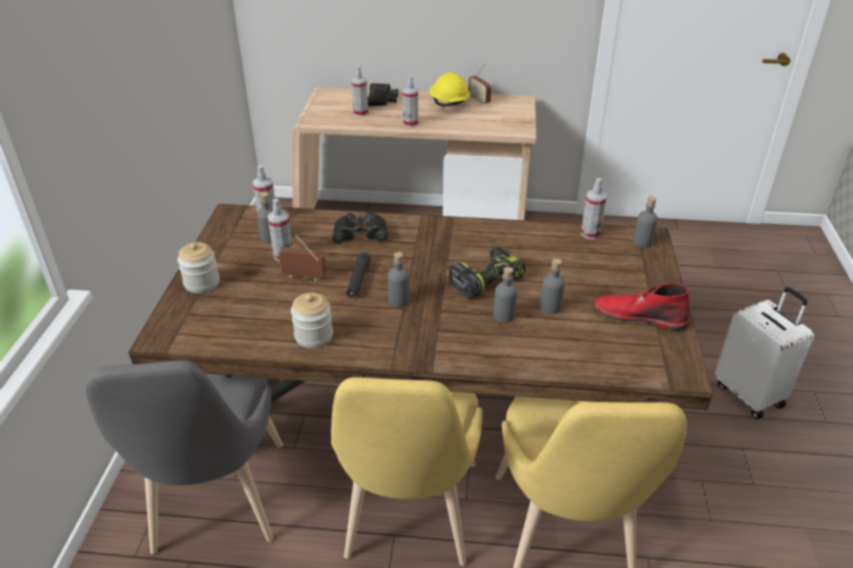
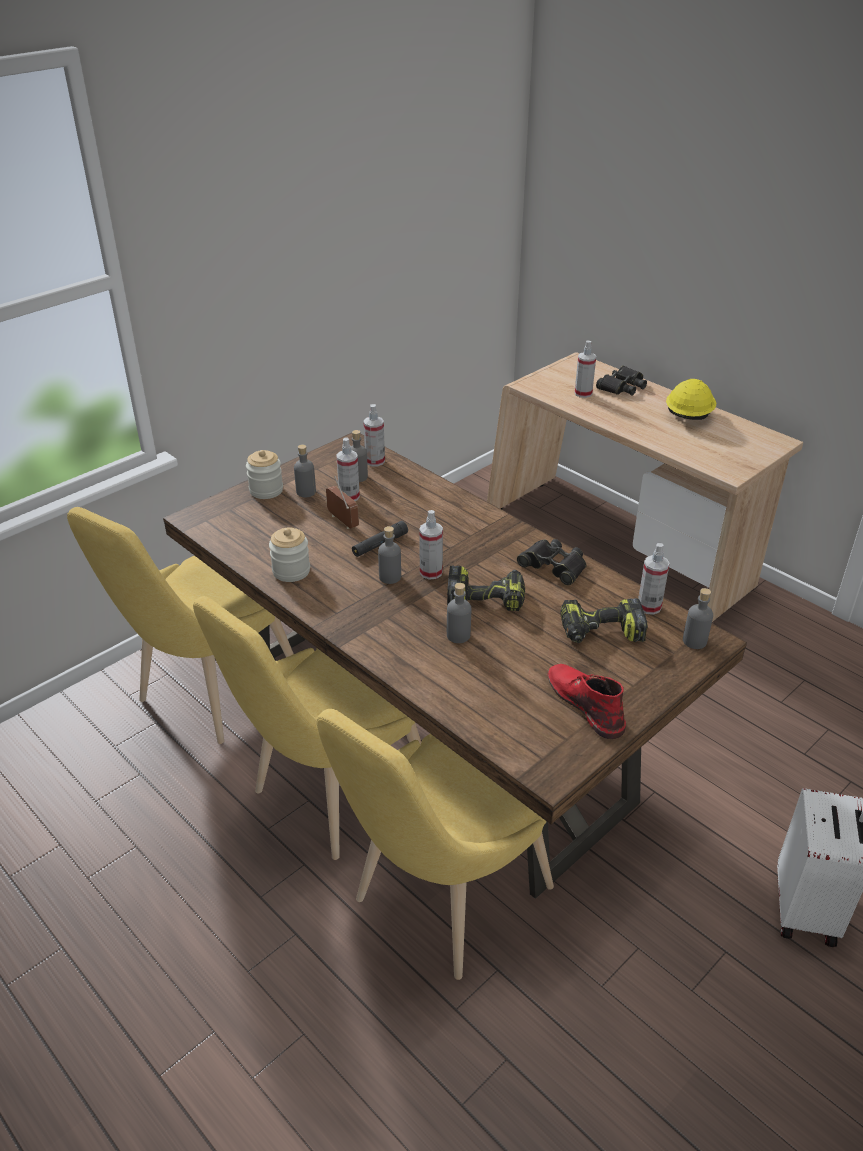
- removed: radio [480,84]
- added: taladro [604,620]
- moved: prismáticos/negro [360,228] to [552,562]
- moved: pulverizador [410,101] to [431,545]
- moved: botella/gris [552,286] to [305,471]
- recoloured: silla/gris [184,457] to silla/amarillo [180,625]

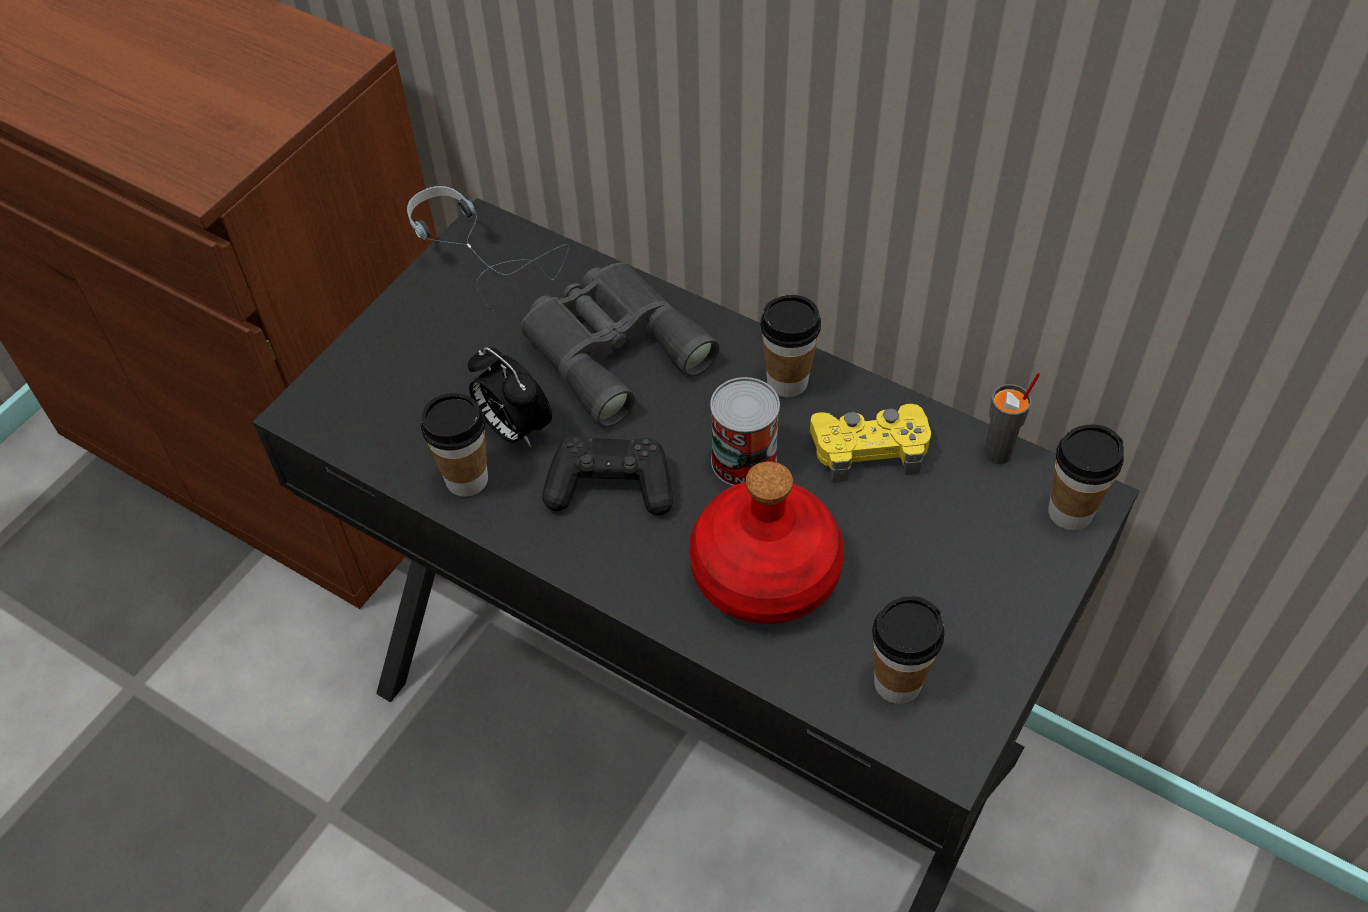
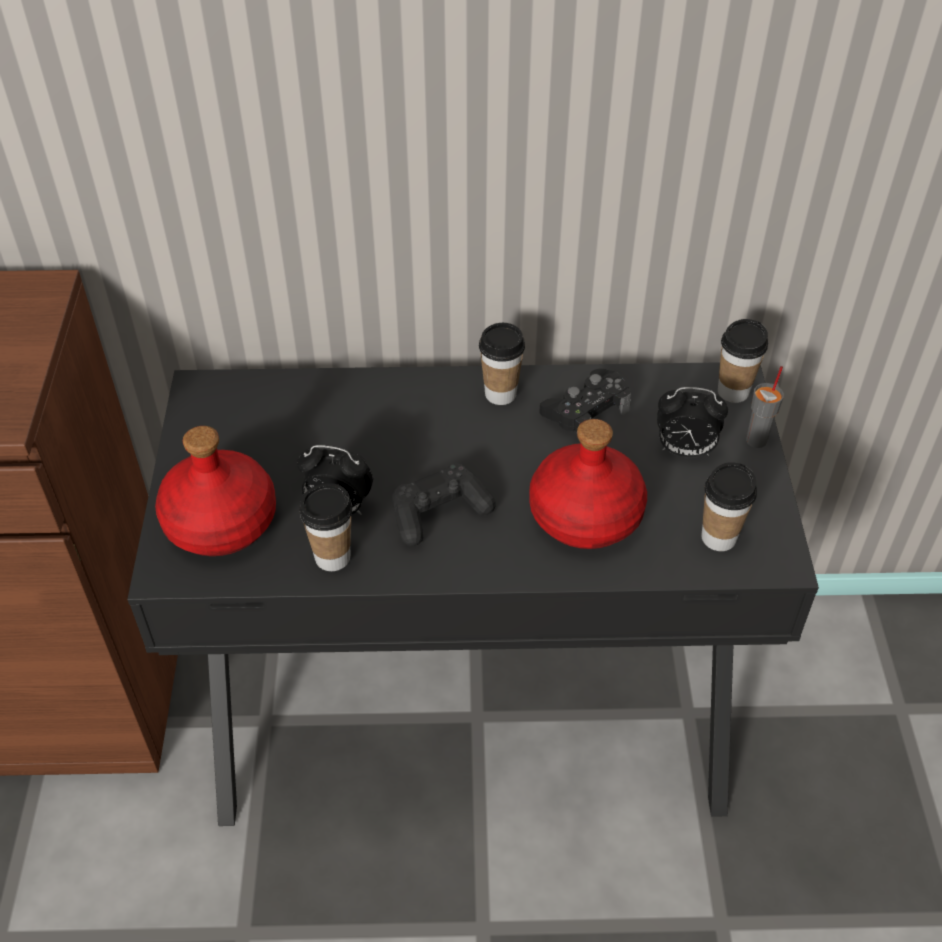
- removed: auriculares [488,248]
- removed: prismáticos/gris [619,345]
- removed: lata [745,431]
- added: botella/rojo [215,491]
- added: despertador [692,422]
- moved: taza/gris [1012,418] to [765,407]
- recoloured: mando de consola/amarillo [870,443] to mando de consola/negro [585,400]

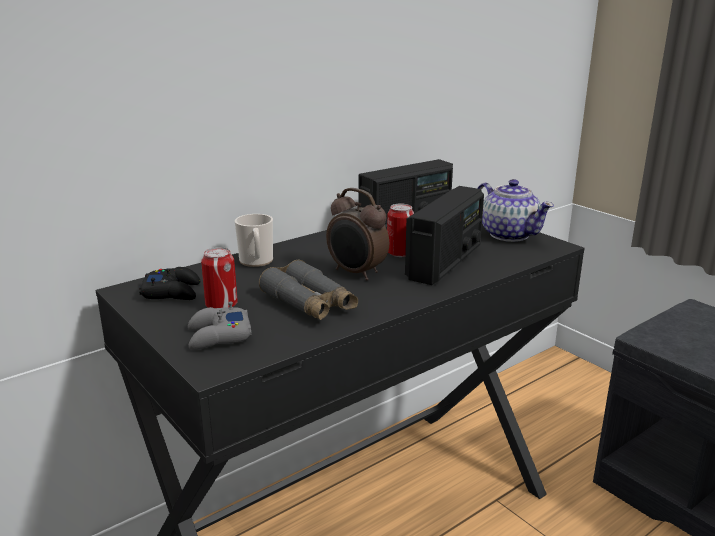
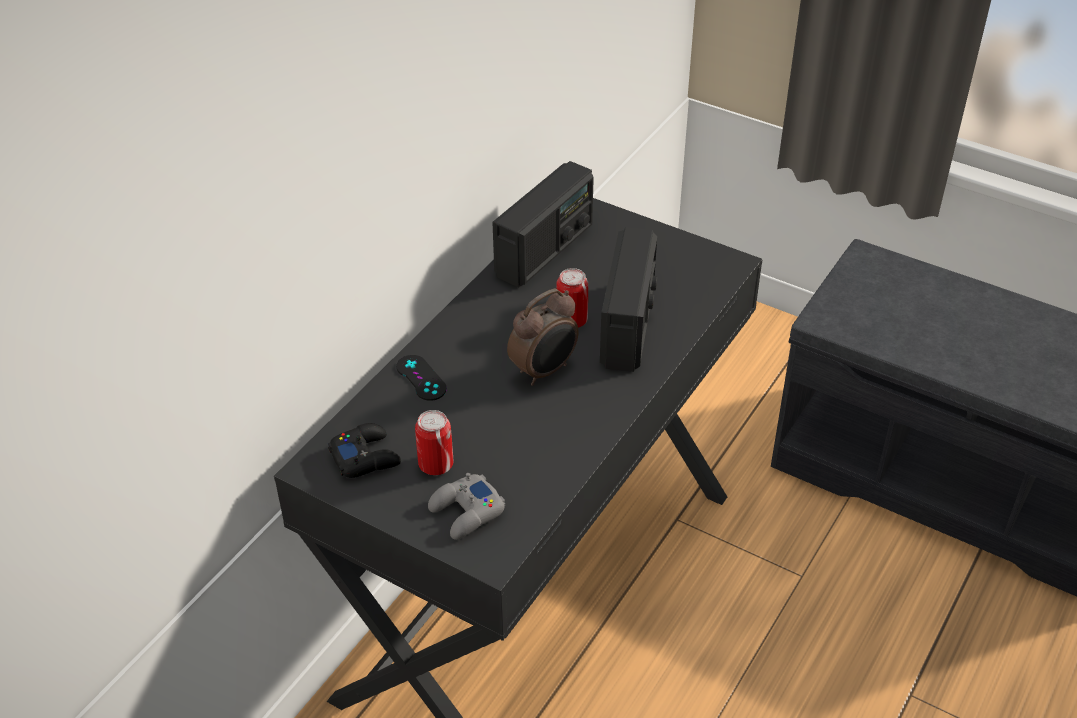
- removed: prismáticos/gris [308,290]
- removed: tetera [515,210]
- replaced: taza grande [254,240] to mando de consola/negro [421,378]
- turned: despertador [357,234] = [543,337] 60 degrees counterclockwise

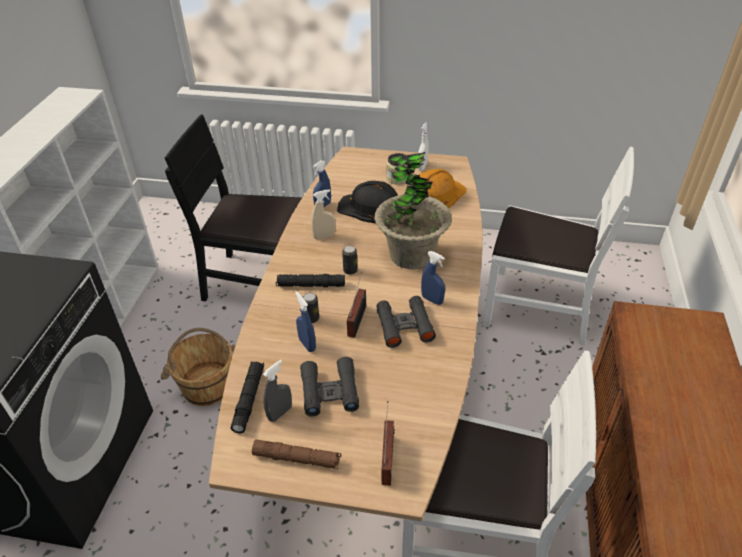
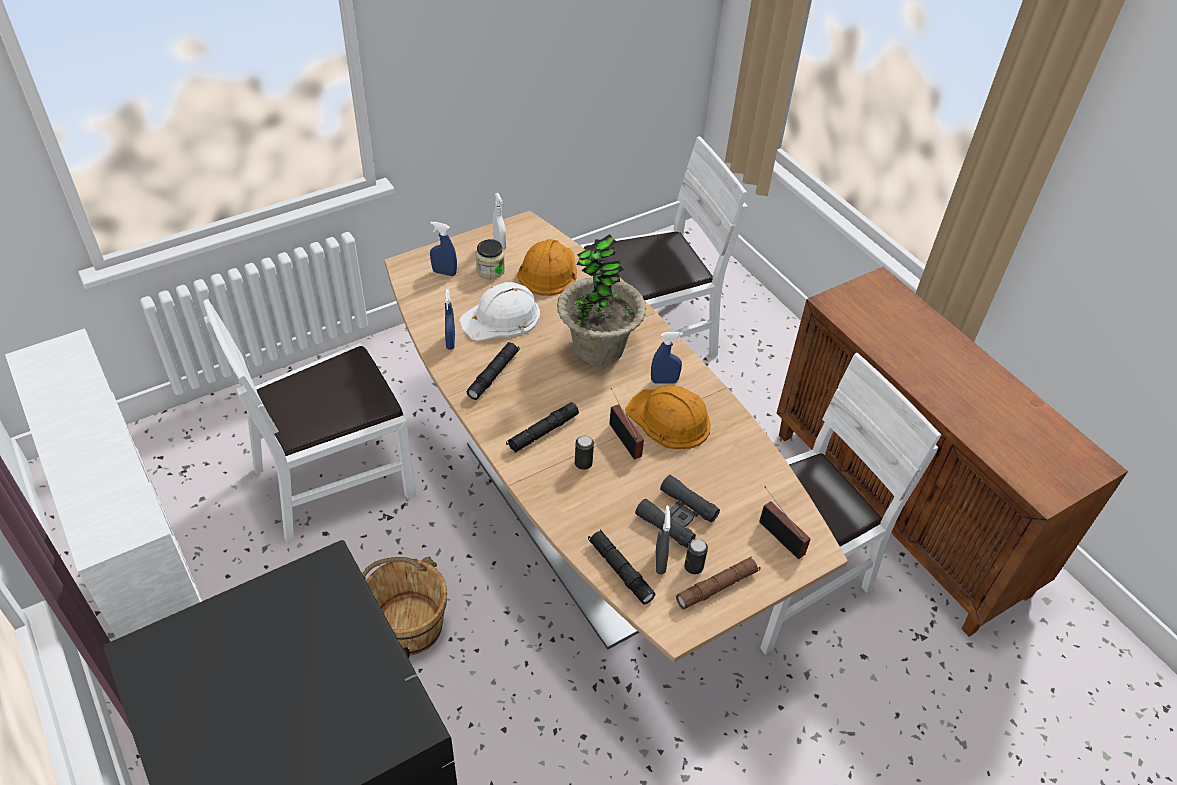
- moved: pulverizador/azul [305,322] to [443,249]
- moved: lata [350,260] to [696,556]
- replaced: pulverizador/beis [323,214] to linterna/negro [493,371]
- replaced: prismáticos/negro [406,322] to casco/naranja [668,417]
- recoloured: silla/negro [234,207] to silla/blanco [309,421]
- recoloured: casco/negro [367,202] to casco/blanco [499,311]

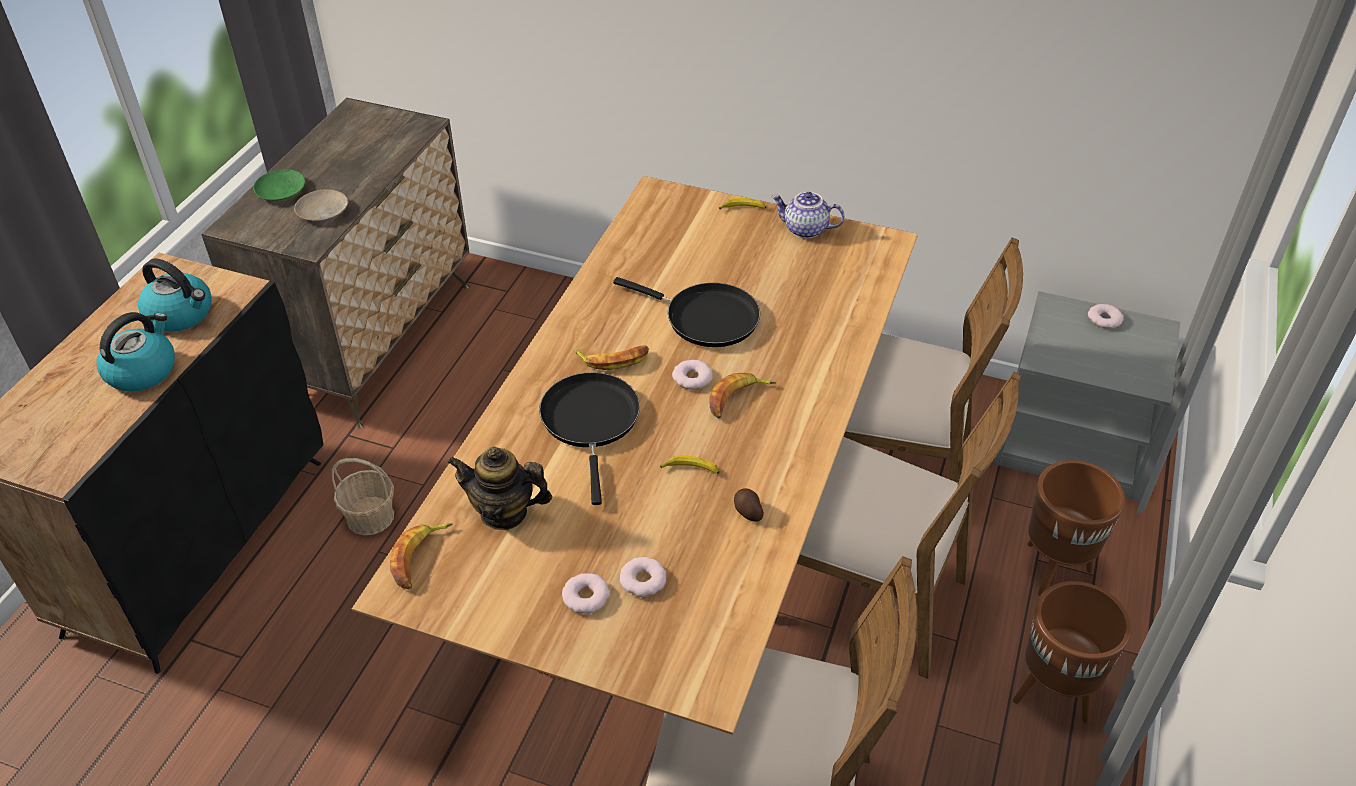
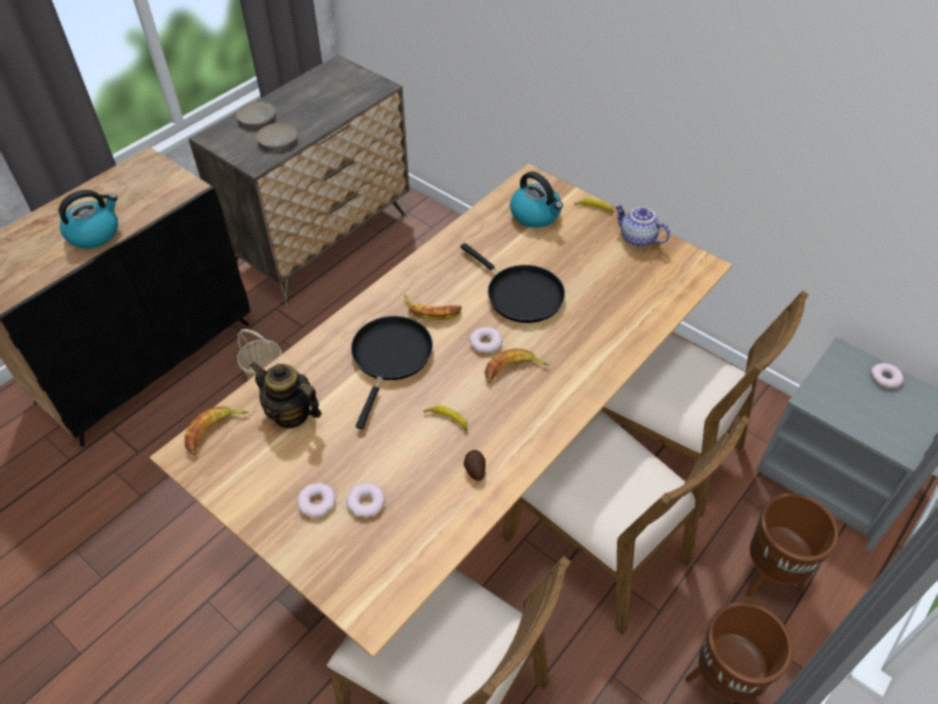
- moved: hervidor [175,295] to [536,199]
- recoloured: plato/verde [279,185] to plato/beis [256,113]

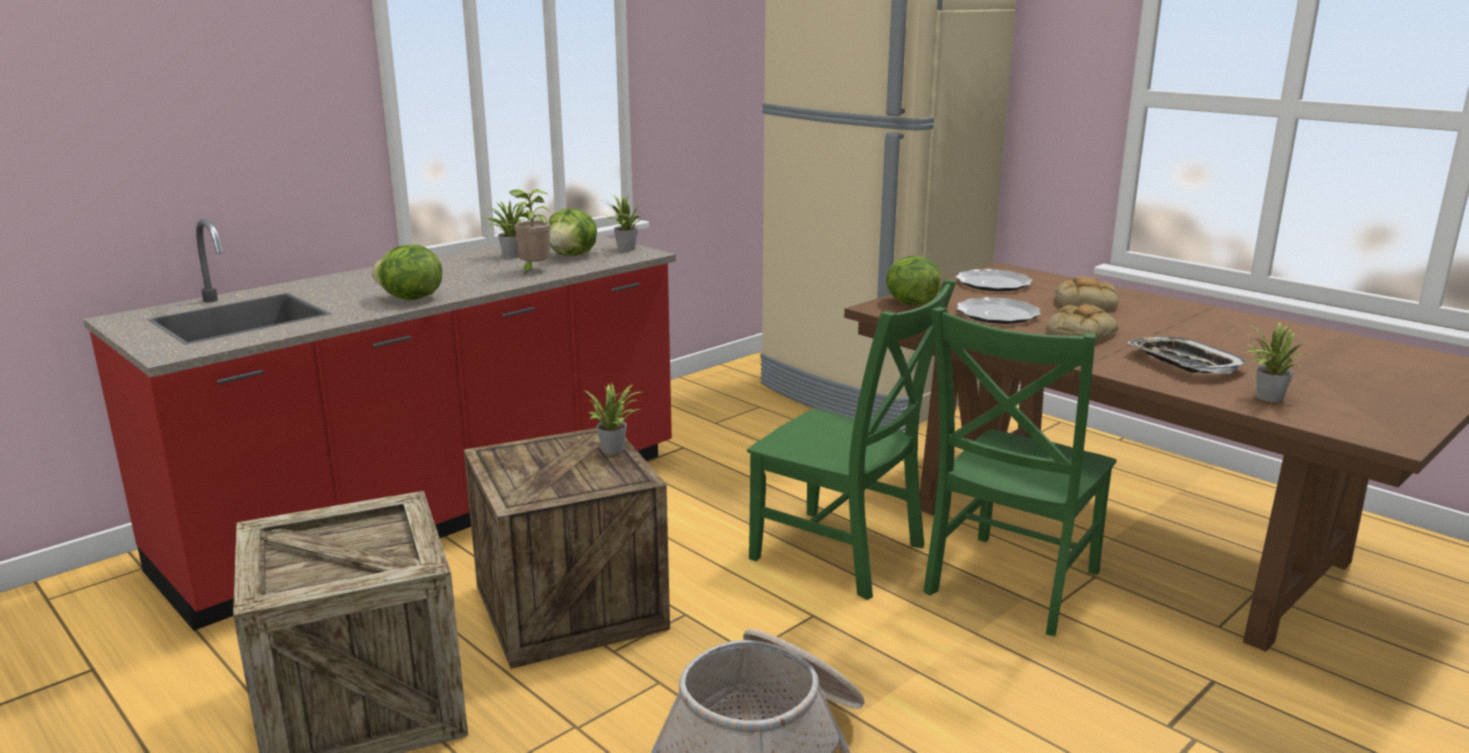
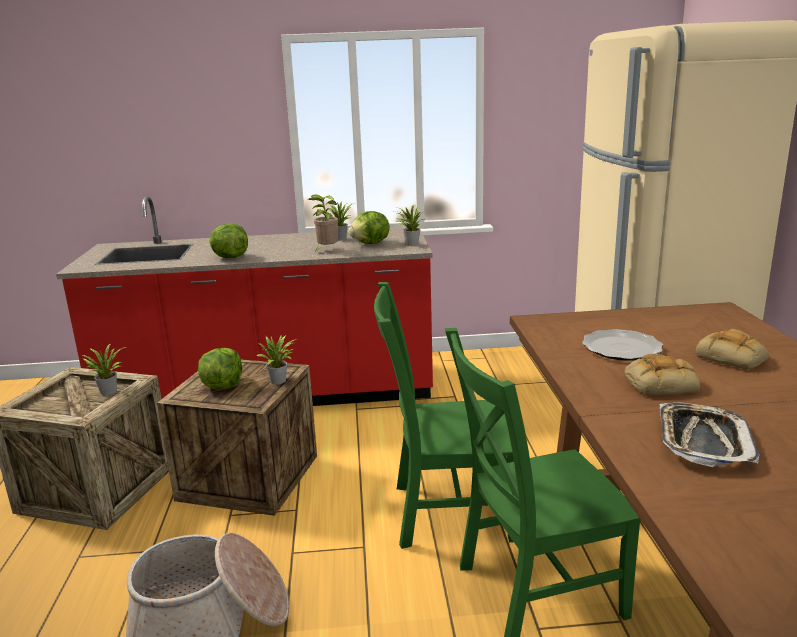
- removed: plato [994,280]
- moved: lechuga [913,280] to [220,369]
- moved: planta en maceta [1276,362] to [104,369]
- turned: silla/verde [852,439] = [444,415] 105 degrees clockwise

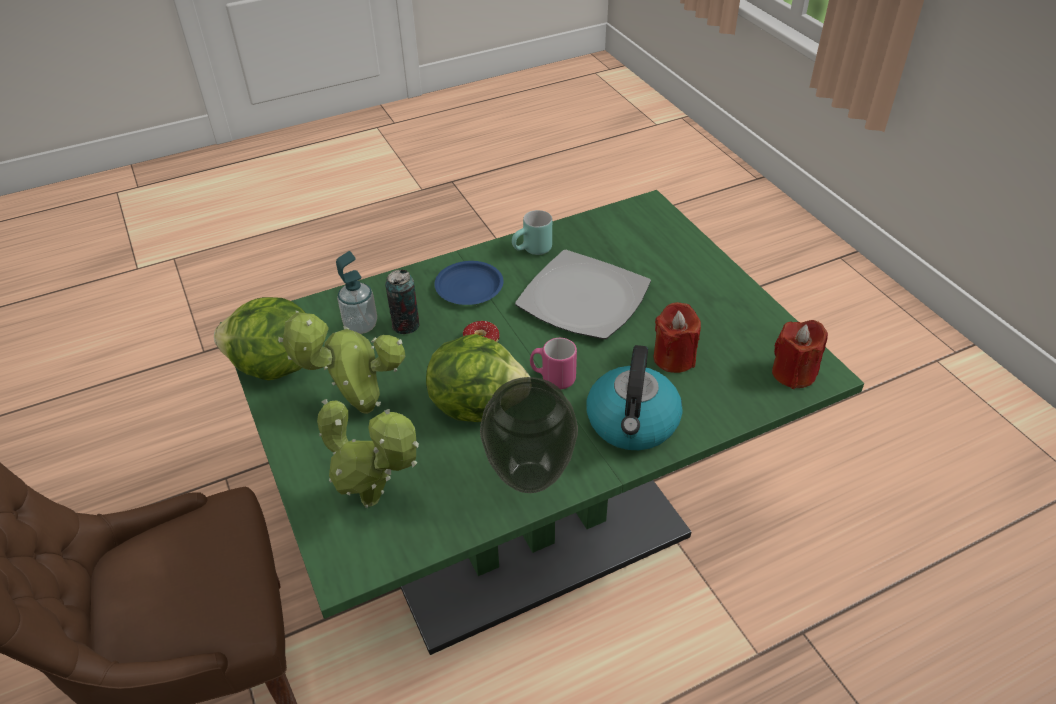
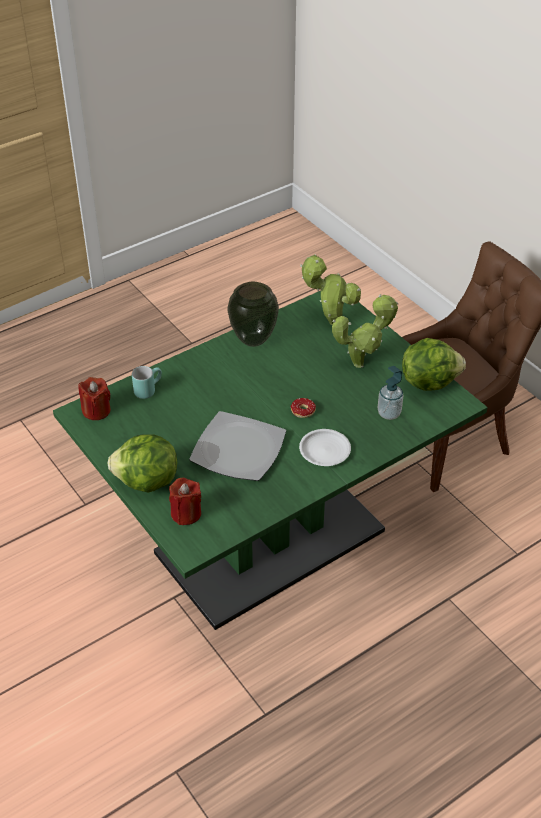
- removed: lata [402,302]
- removed: taza grande/rosa [553,363]
- removed: hervidor [634,397]
- moved: lechuga [478,378] to [142,463]
- moved: taza grande/turquesa [532,232] to [147,382]
- moved: vela/rojo [677,337] to [185,501]
- recoloured: plato/azul [468,283] to plato/blanco [325,447]

